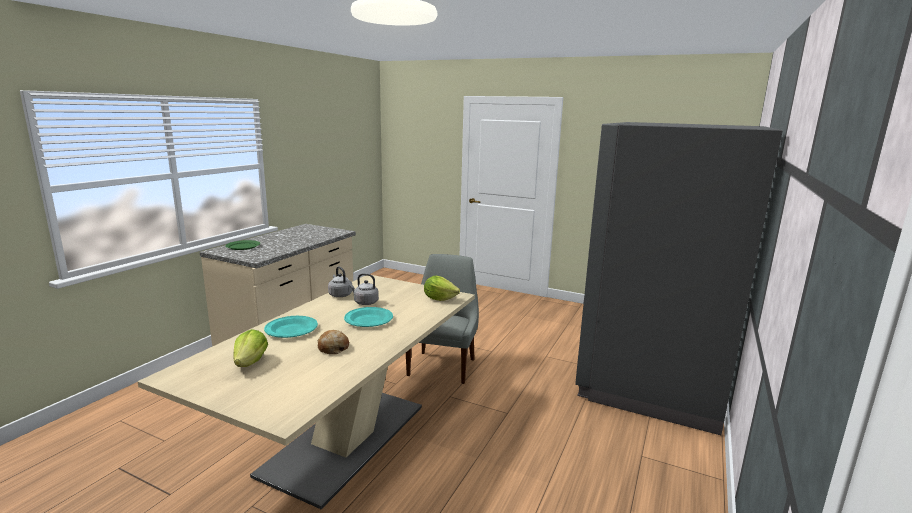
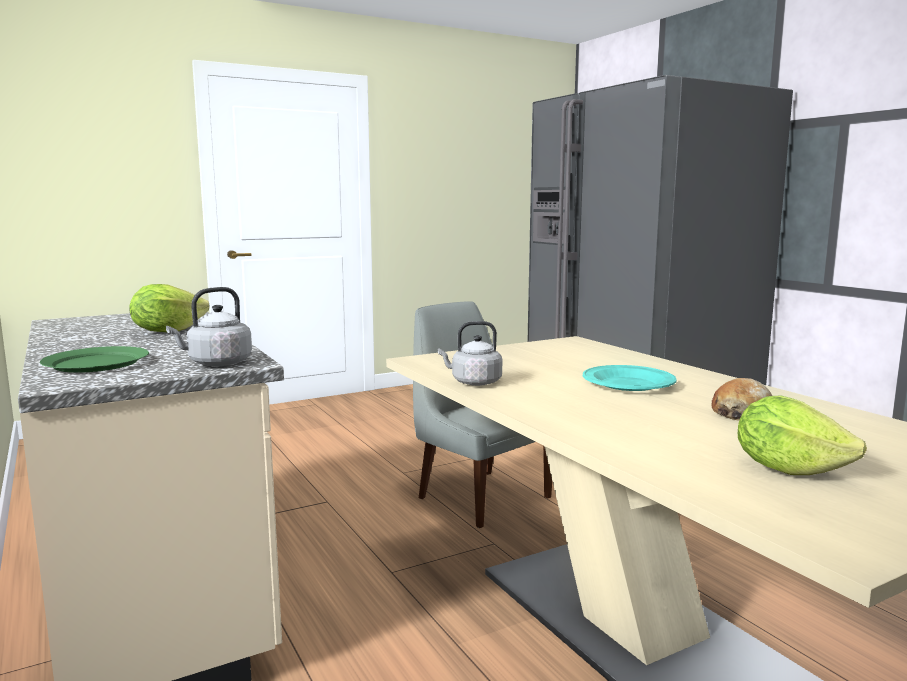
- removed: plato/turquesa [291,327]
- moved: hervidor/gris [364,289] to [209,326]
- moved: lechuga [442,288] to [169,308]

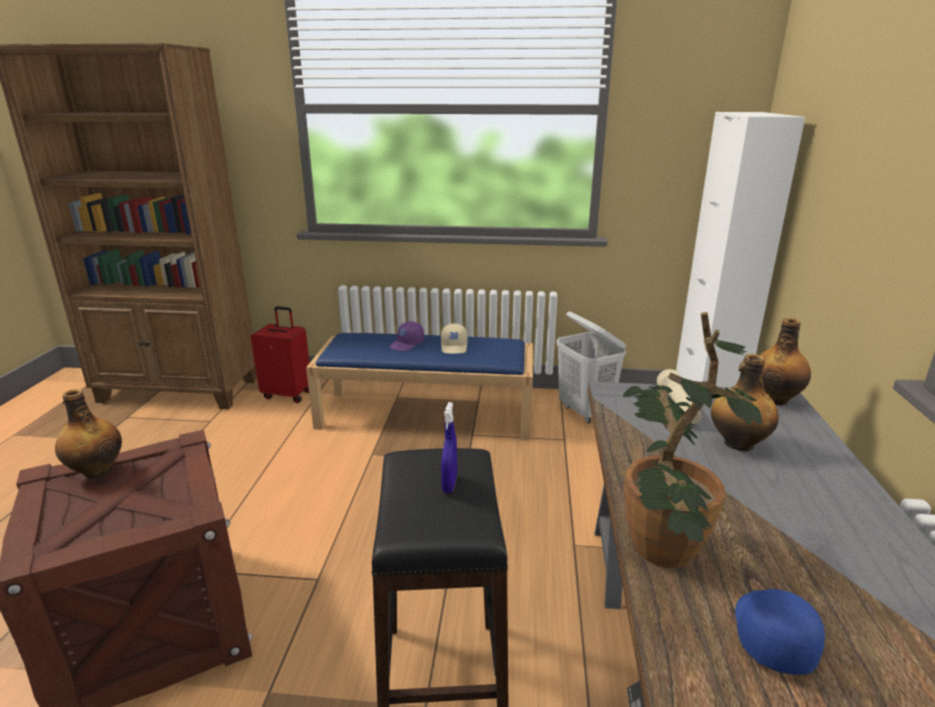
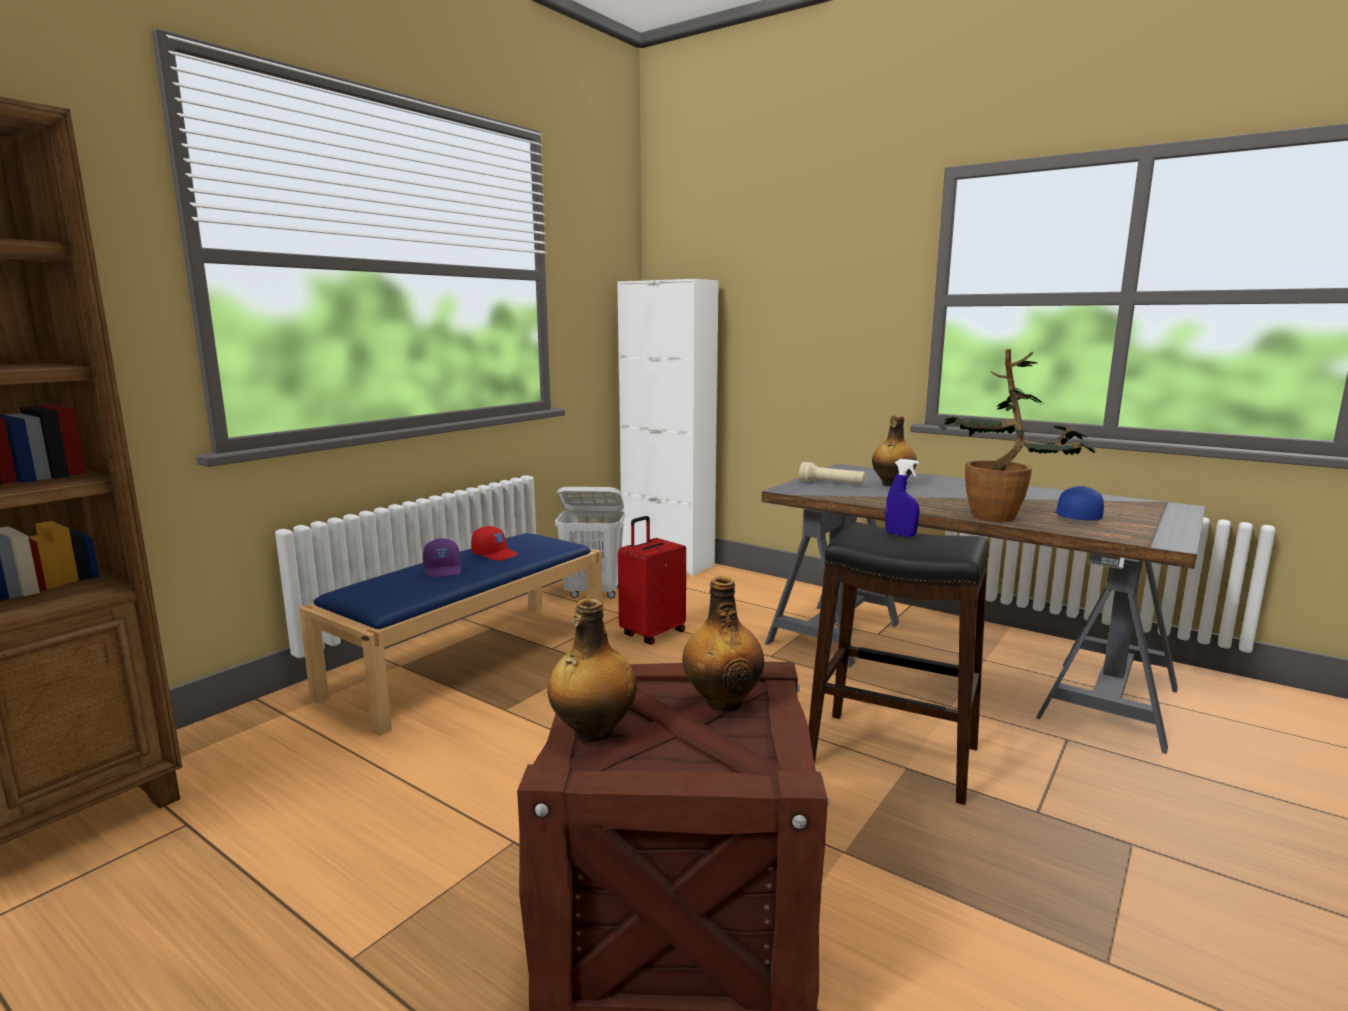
- moved: maleta/rojo [280,354] to [652,580]
- moved: botella [785,361] to [723,644]
- recoloured: gorra/beis [454,338] to gorra/rojo [494,543]
- turned: gorra/azul [780,632] = [1079,503] 60 degrees clockwise

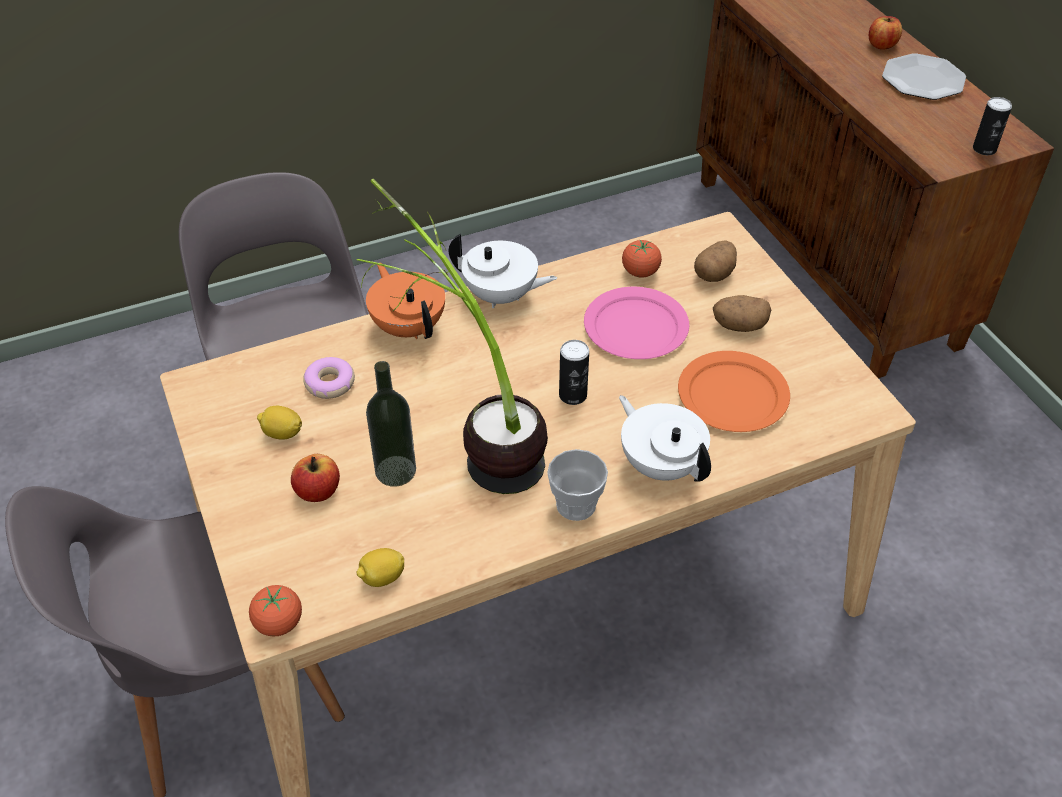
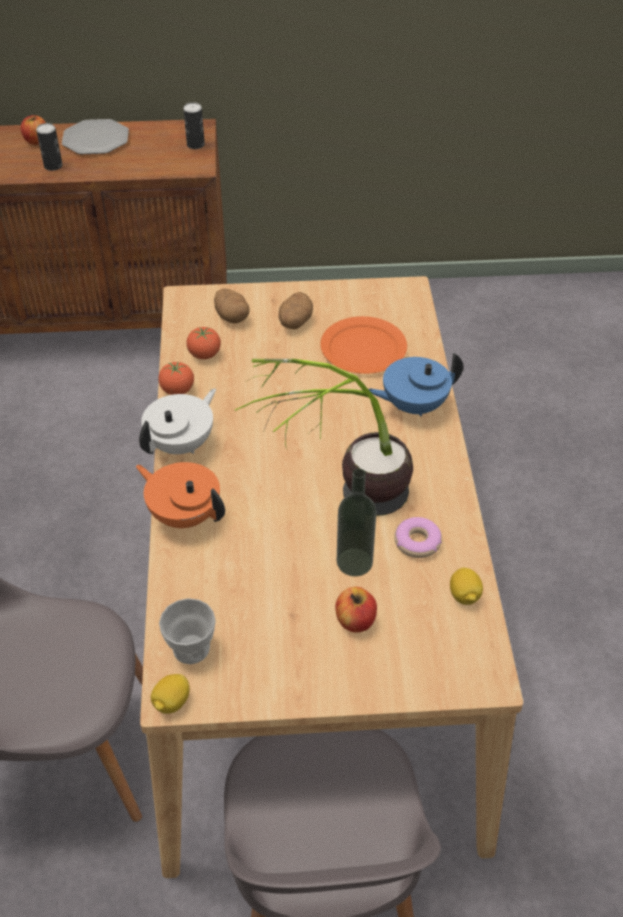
- removed: plato/rosa [636,323]
- moved: tomate [275,610] to [176,378]
- moved: limón [279,423] to [170,694]
- moved: rosquilla [329,378] to [418,537]
- moved: taza [577,485] to [187,631]
- moved: lata [574,372] to [49,147]
- recoloured: tetera/blanco [665,438] to tetera/azul [416,384]
- turned: tetera/naranja [405,301] = [180,495] 45 degrees clockwise

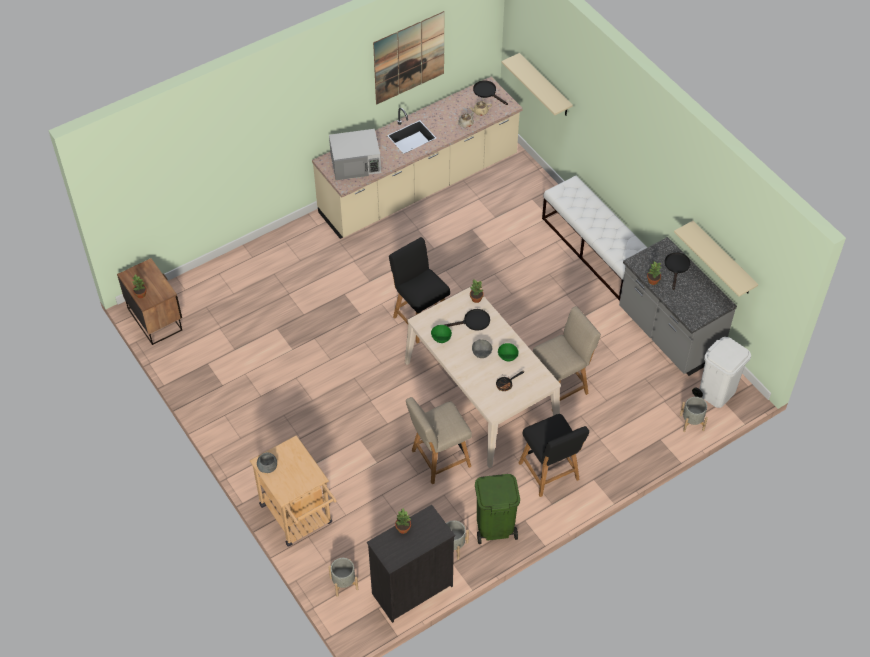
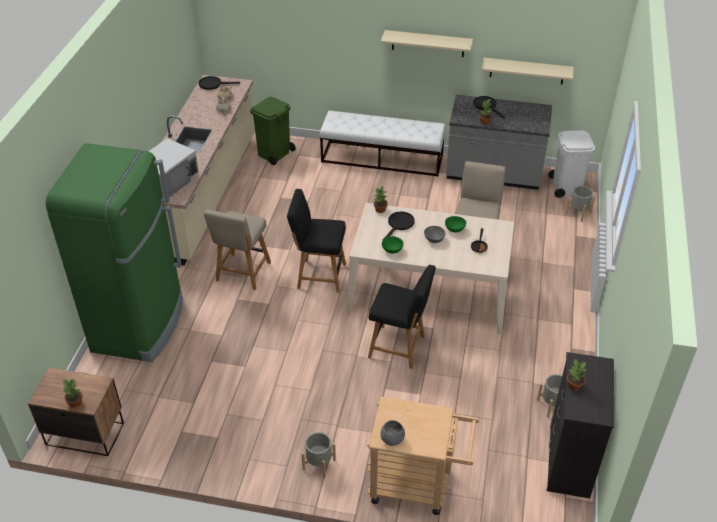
- removed: cuadro [408,58]
- added: nevera/verde [114,252]
- moved: maceta/gris [343,577] to [318,455]
- moved: silla/beis [439,440] to [237,249]
- moved: papelera/verde [497,509] to [273,131]
- moved: estante/beis [537,84] to [427,43]
- moved: silla/negro [554,455] to [402,317]

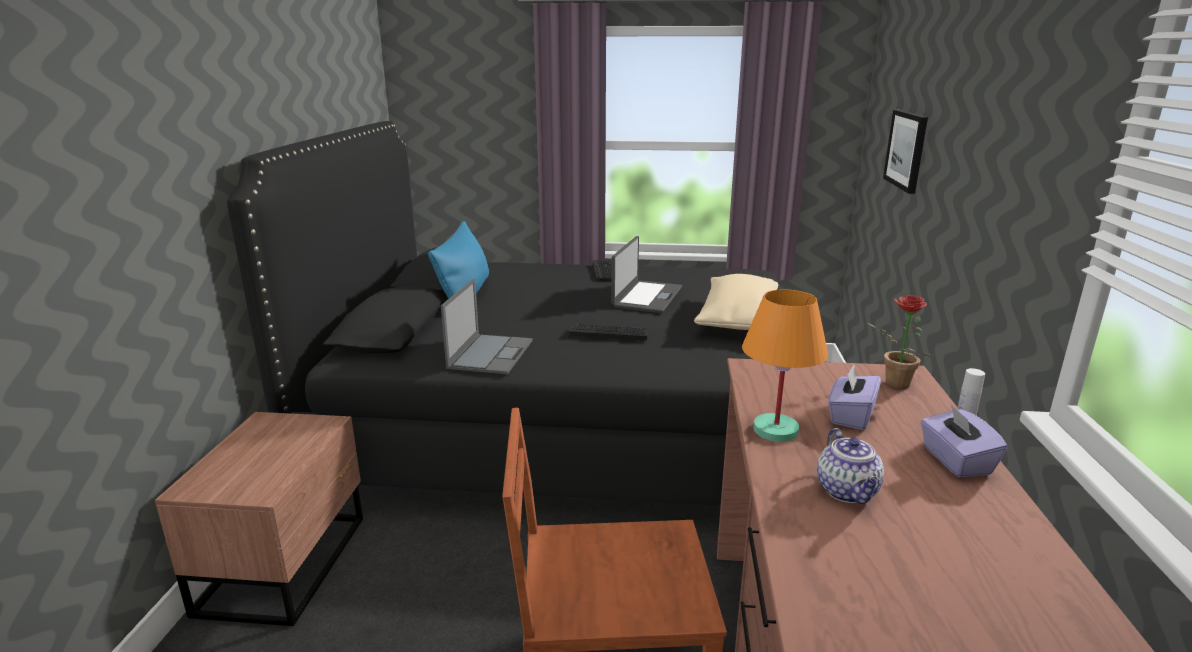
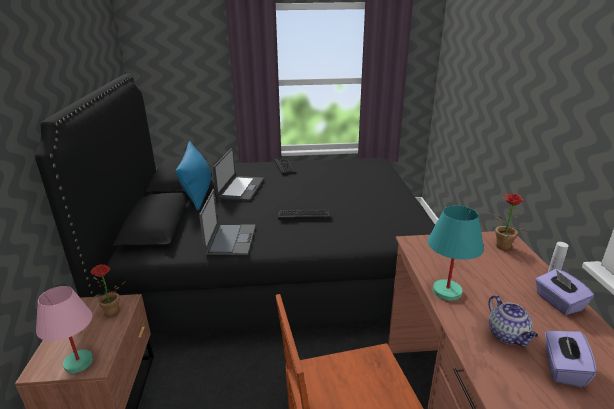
- removed: cojín/beis [736,302]
- removed: cuadro [905,152]
- added: lámpara de mesa/rosa [64,329]
- added: planta en maceta [108,290]
- moved: portátil [646,274] to [238,174]
- moved: caja de pañuelos/morado [854,397] to [570,359]
- recoloured: lámpara de mesa/naranja [785,365] to lámpara de mesa/turquesa [456,253]

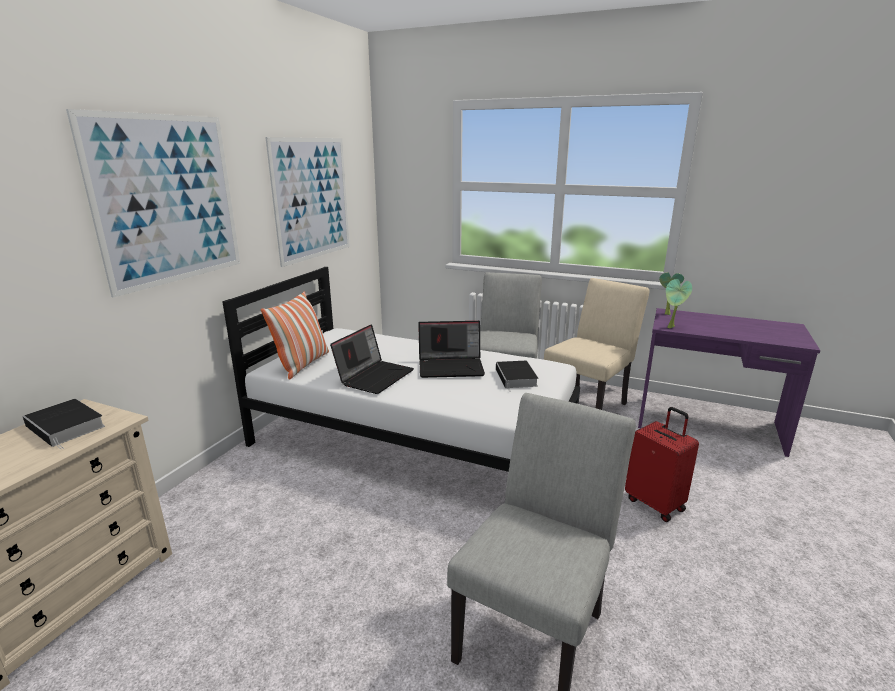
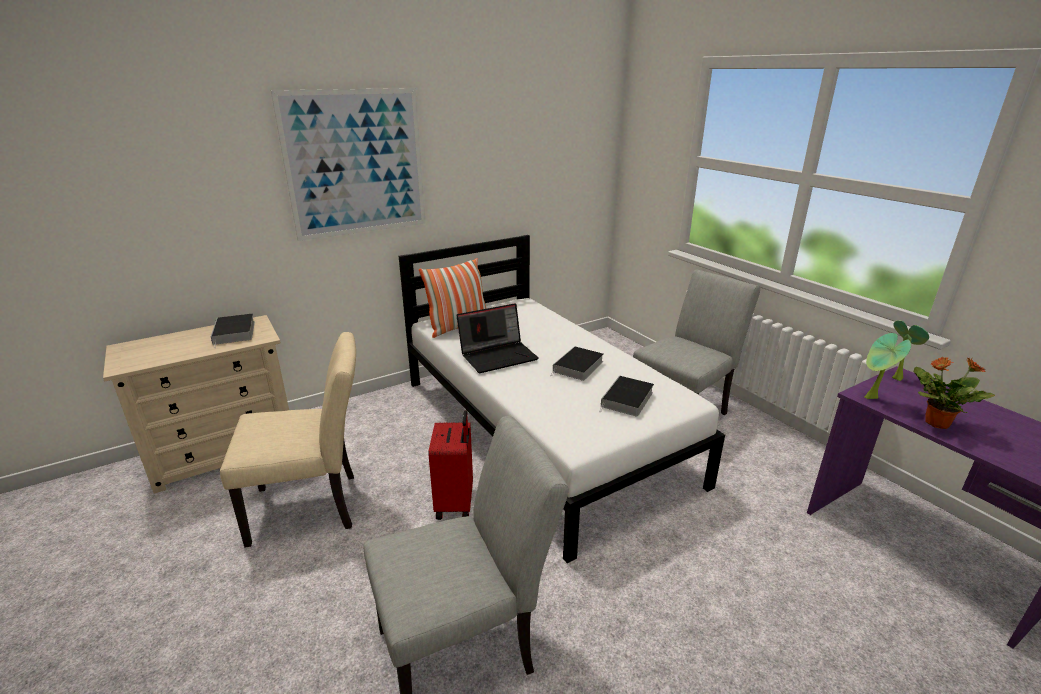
- removed: cuadro [307,202]
- added: planta en maceta [954,393]
- moved: silla/beis [596,344] to [288,440]
- moved: maleta/rojo [662,464] to [450,465]
- replaced: portátil [451,349] to libro [577,363]

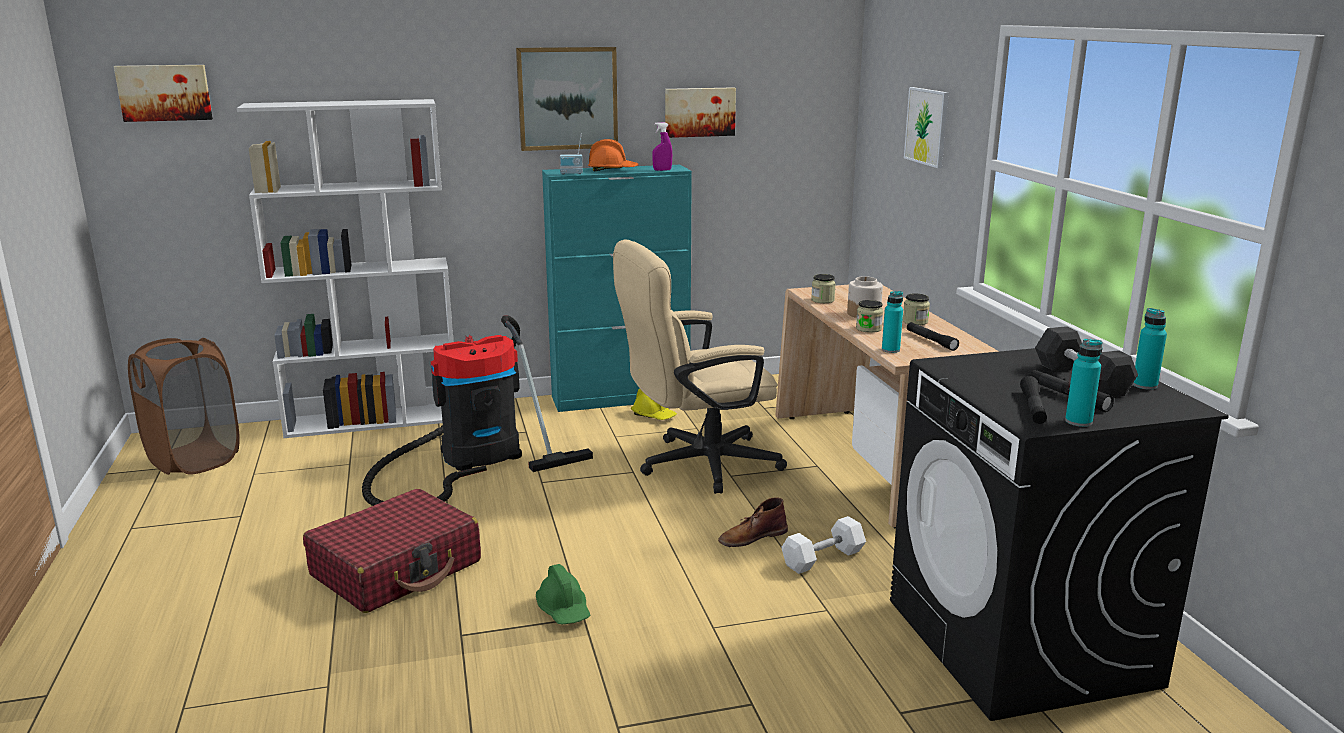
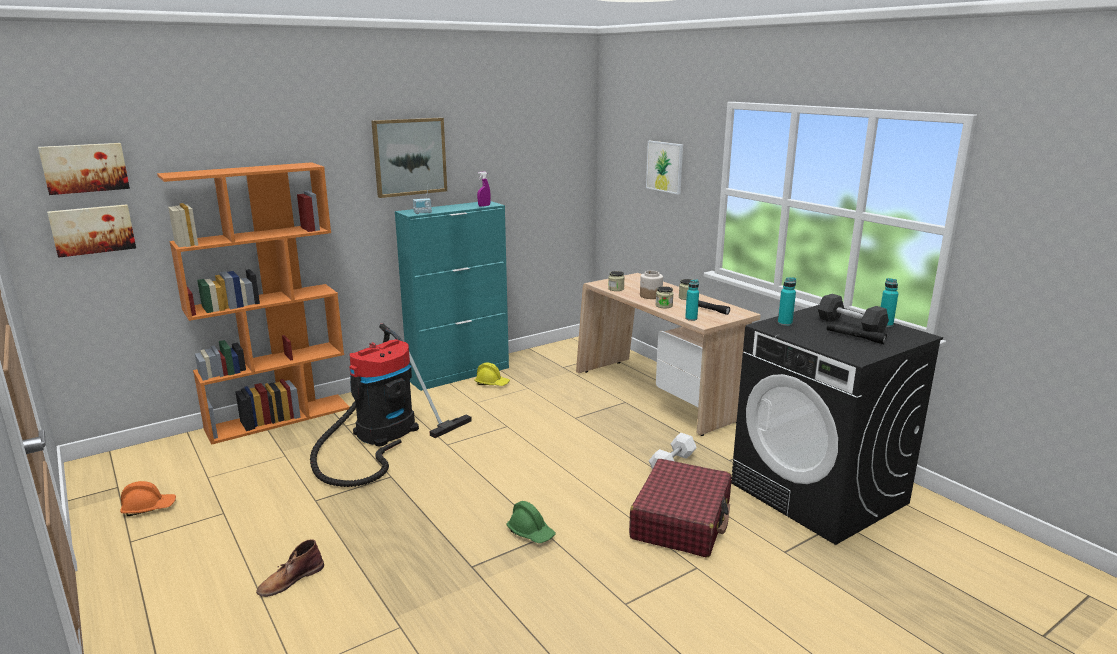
- removed: cesto de la ropa/marrón [184,406]
- removed: silla de oficina/beis [700,366]
- removed: linterna/negro [1033,400]
- moved: maleta/rojo [392,551] to [680,508]
- moved: casco/naranja [613,155] to [148,498]
- moved: cuadro [700,112] to [91,231]
- moved: bota/marrón [753,522] to [290,568]
- moved: botella/turquesa [1084,383] to [787,301]
- recoloured: estantería/blanco [345,268] to estantería/naranja [253,303]

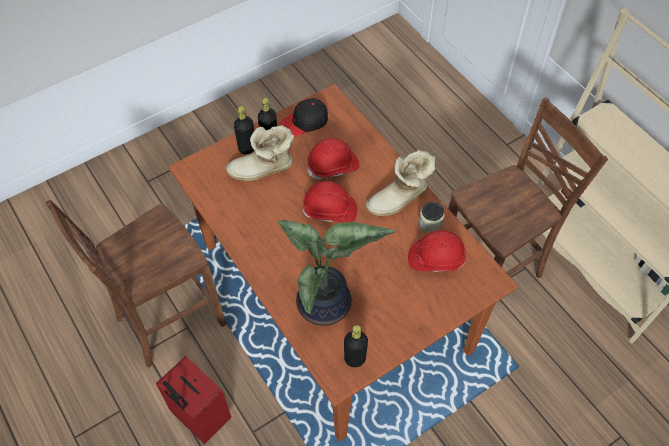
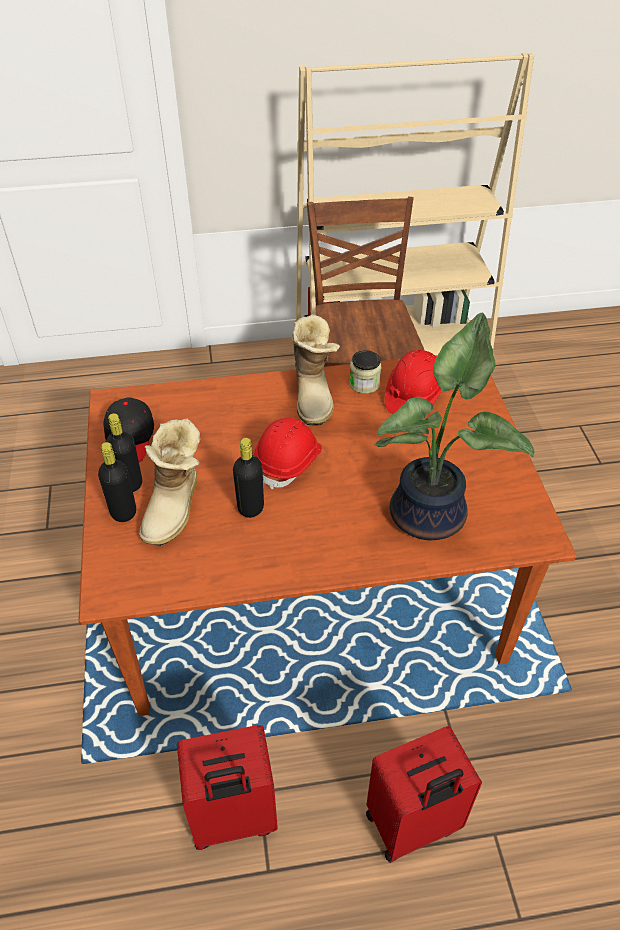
- removed: casco/rojo [333,158]
- moved: botella/negro [356,346] to [248,478]
- replaced: silla/marrón [136,284] to maleta/rojo [227,787]

